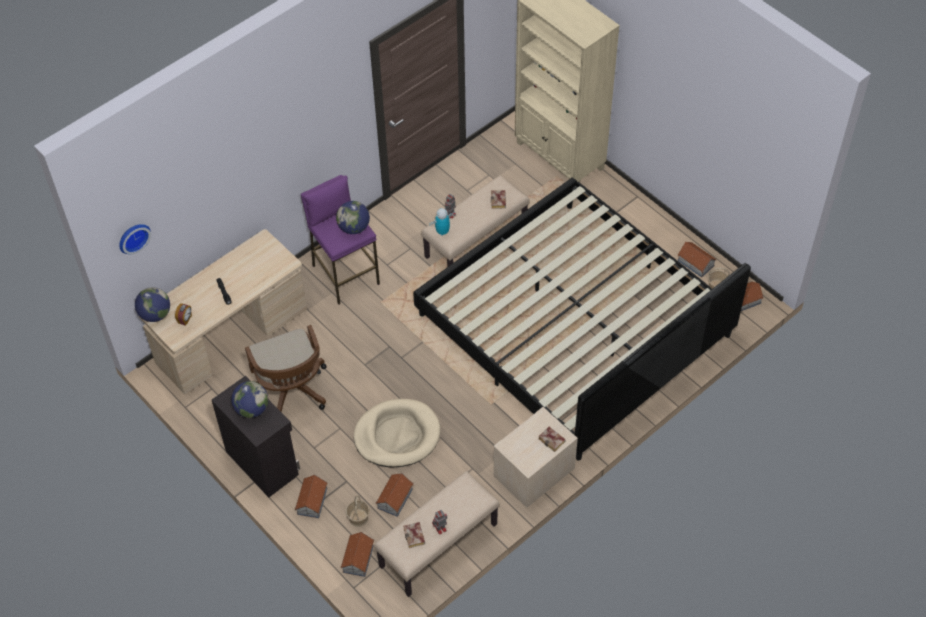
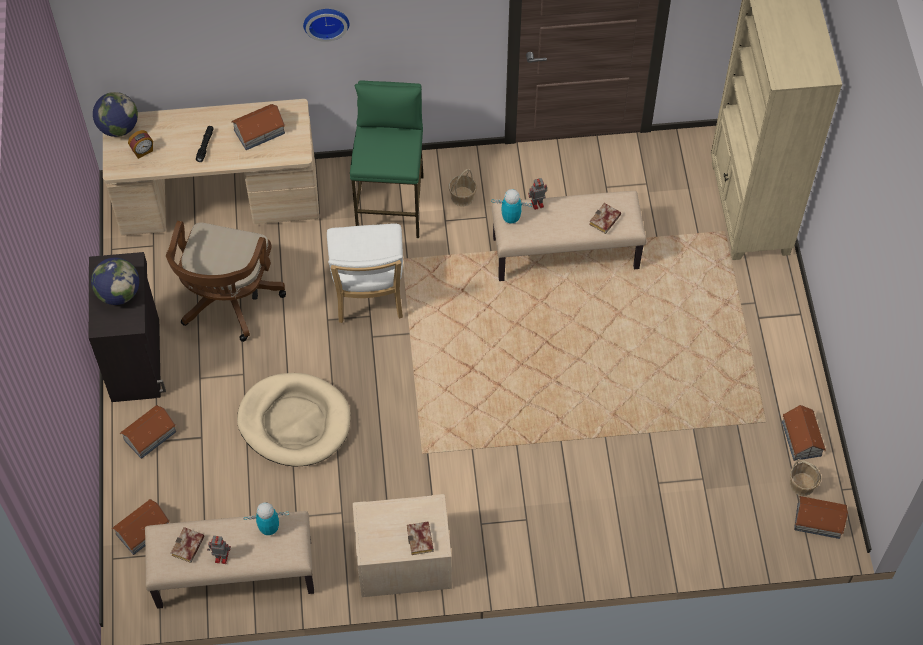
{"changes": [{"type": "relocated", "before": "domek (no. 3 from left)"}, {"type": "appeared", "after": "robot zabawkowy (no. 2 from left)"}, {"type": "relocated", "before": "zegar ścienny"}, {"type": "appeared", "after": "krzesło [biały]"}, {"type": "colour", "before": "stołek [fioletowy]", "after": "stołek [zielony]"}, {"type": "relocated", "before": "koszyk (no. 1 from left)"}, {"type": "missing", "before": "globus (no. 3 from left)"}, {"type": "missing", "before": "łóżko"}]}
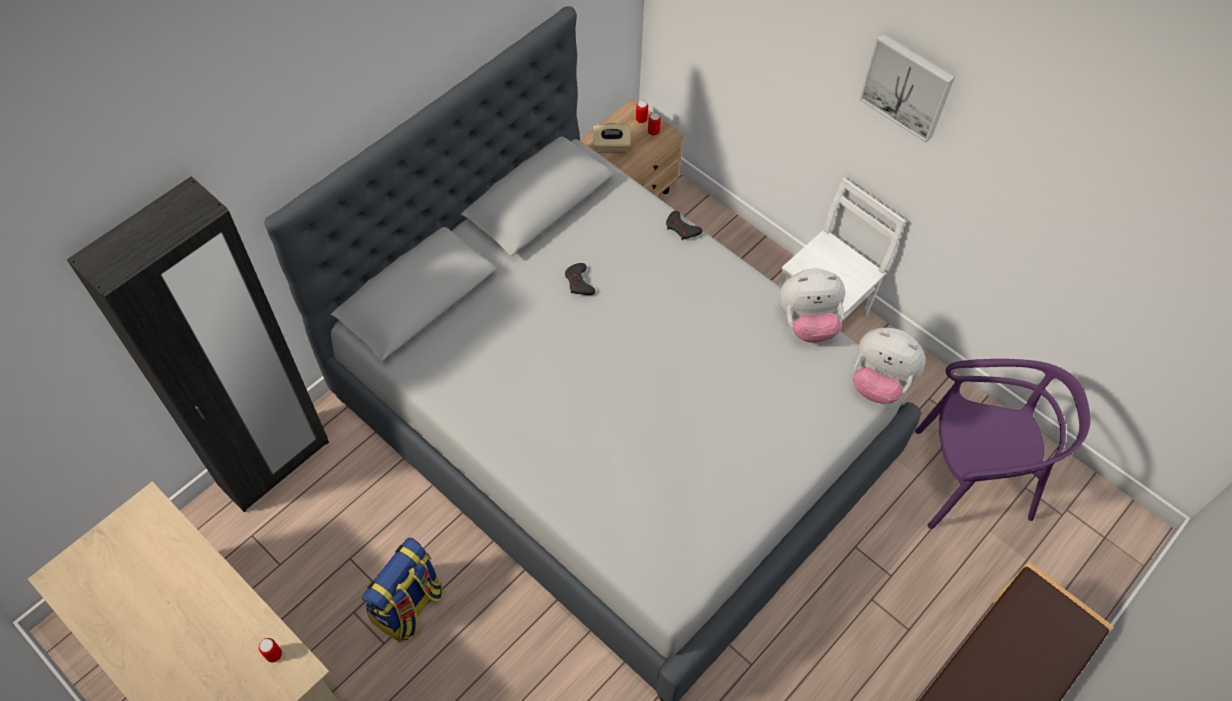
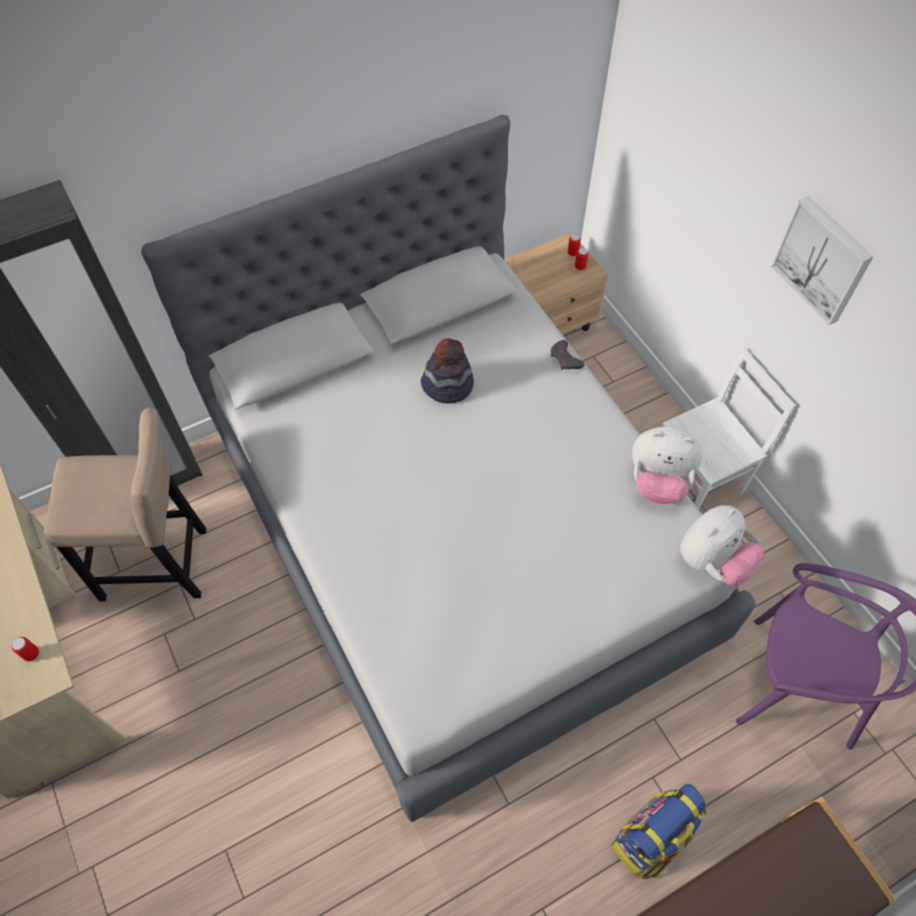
{"changes": [{"type": "appeared", "after": "stołek [beżowy]"}, {"type": "exchanged", "before": "pad do gier [szary] (no. 1 from left)", "after": "kapelusz"}, {"type": "relocated", "before": "plecak"}, {"type": "spun", "before": "pluszak (no. 2 from left)", "turn": -90}, {"type": "missing", "before": "pudełko chusteczek [beżowy]"}]}
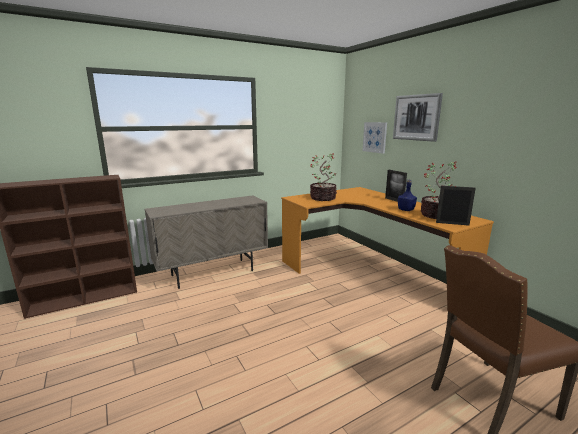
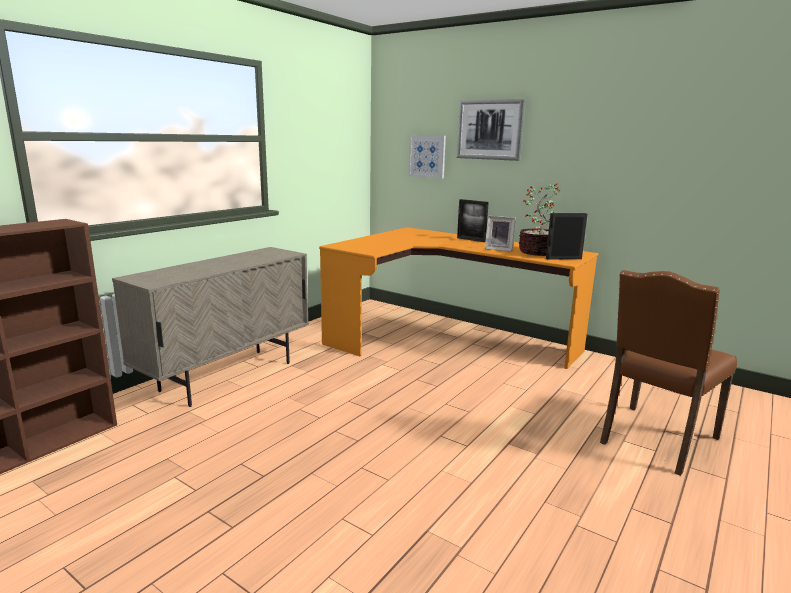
{"changes": [{"type": "exchanged", "before": "butelka [niebieski]", "after": "ramka na zdjęcie (no. 2 from left)"}, {"type": "missing", "before": "roślina doniczkowa (no. 1 from left)"}]}
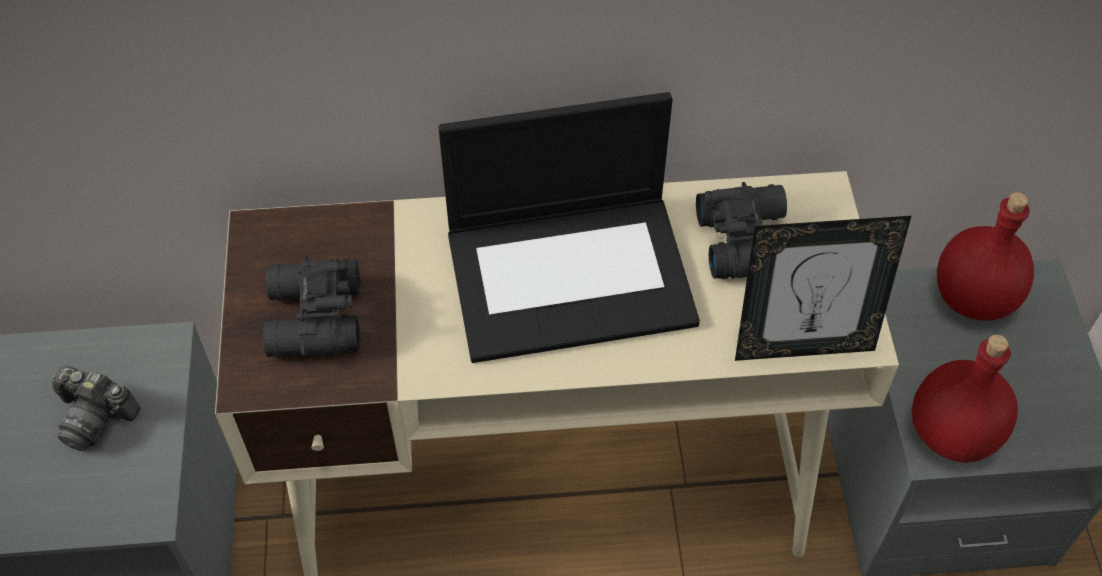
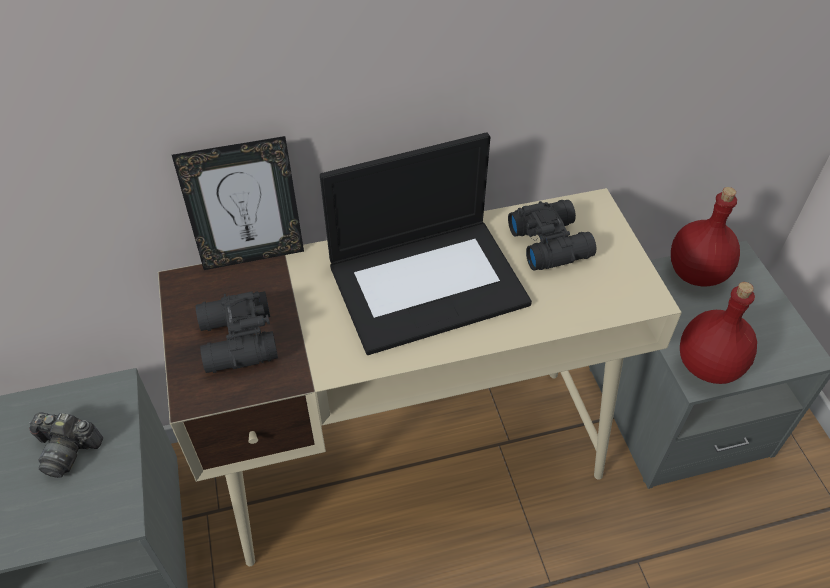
{"changes": [{"type": "relocated", "before": "ramka na zdjęcie"}]}
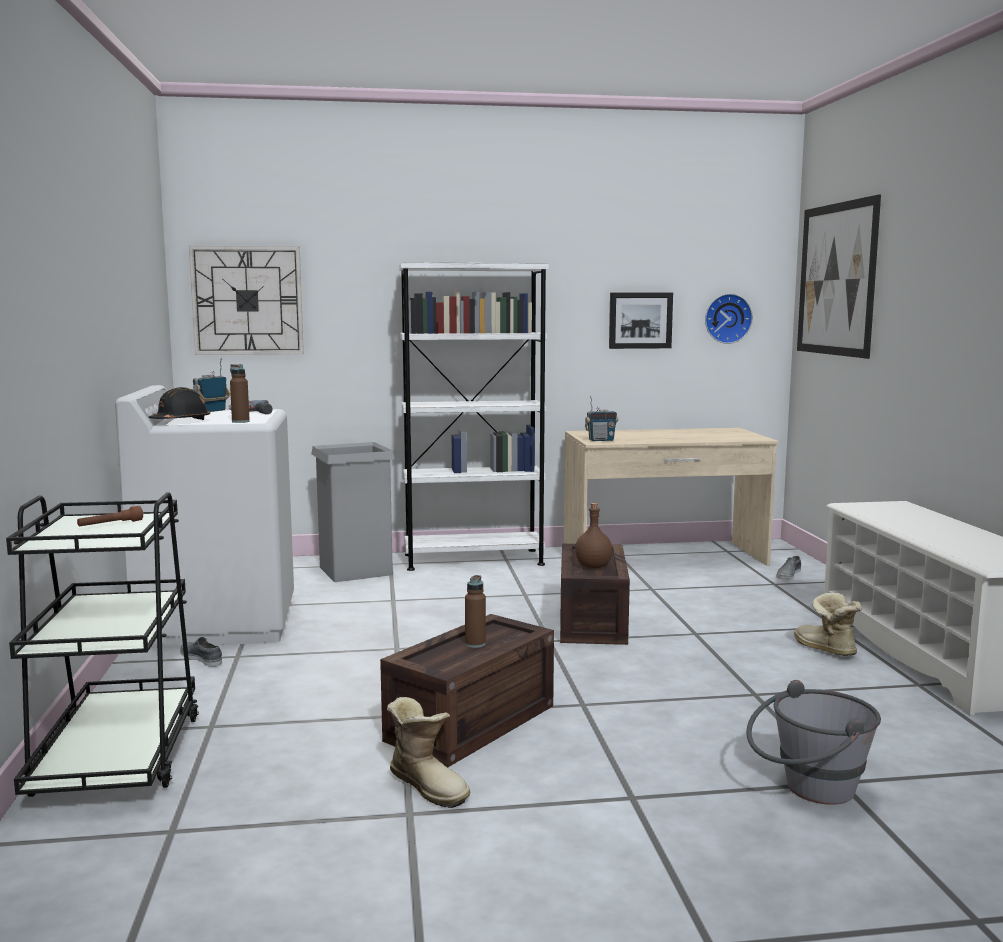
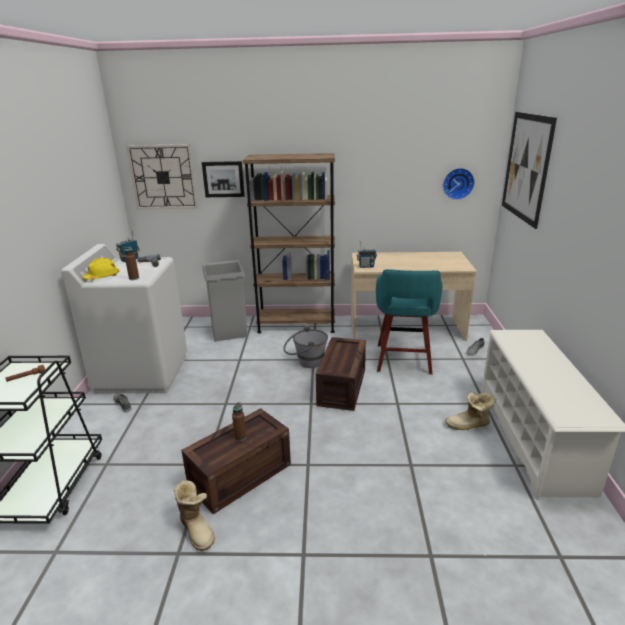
{"changes": [{"type": "colour", "before": "kask [czarny]", "after": "kask [żółty]"}, {"type": "relocated", "before": "obraz (no. 1 from left)"}, {"type": "colour", "before": "regał [biały]", "after": "regał [brązowy]"}, {"type": "relocated", "before": "wiadro [szary]"}, {"type": "appeared", "after": "stołek [turkusowy]"}, {"type": "spun", "before": "but z cholewką (no. 2 from left)", "turn": -75}, {"type": "missing", "before": "butelka [brązowy] (no. 3 from left)"}]}
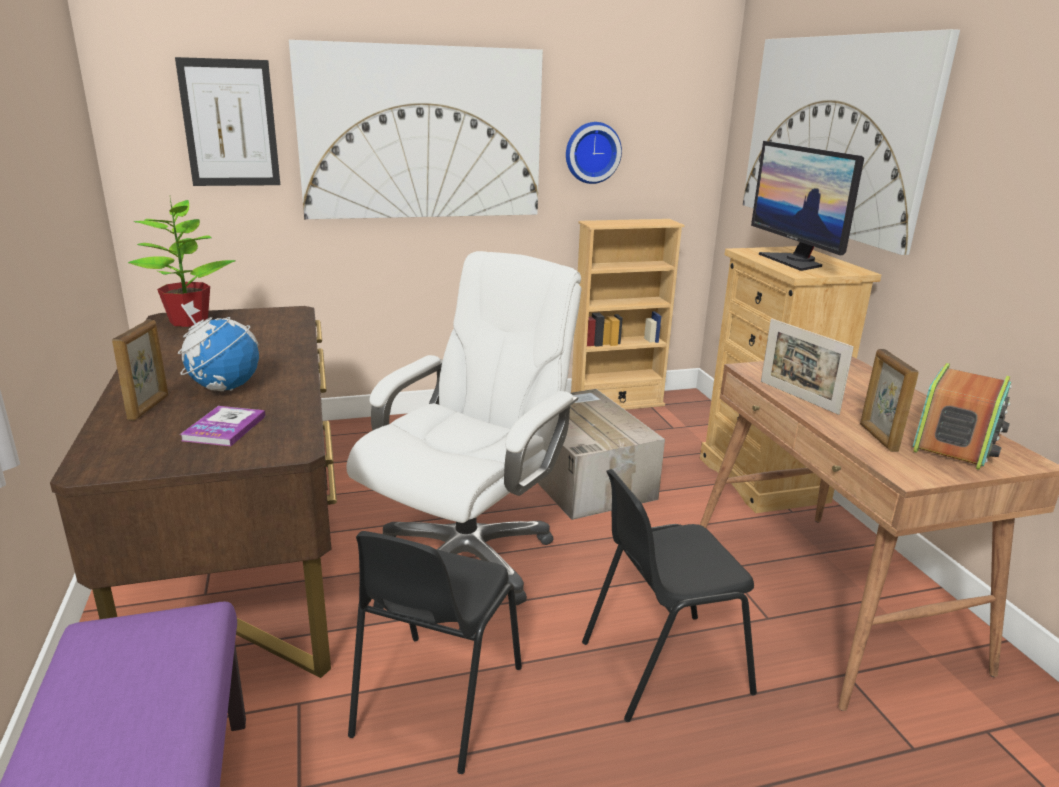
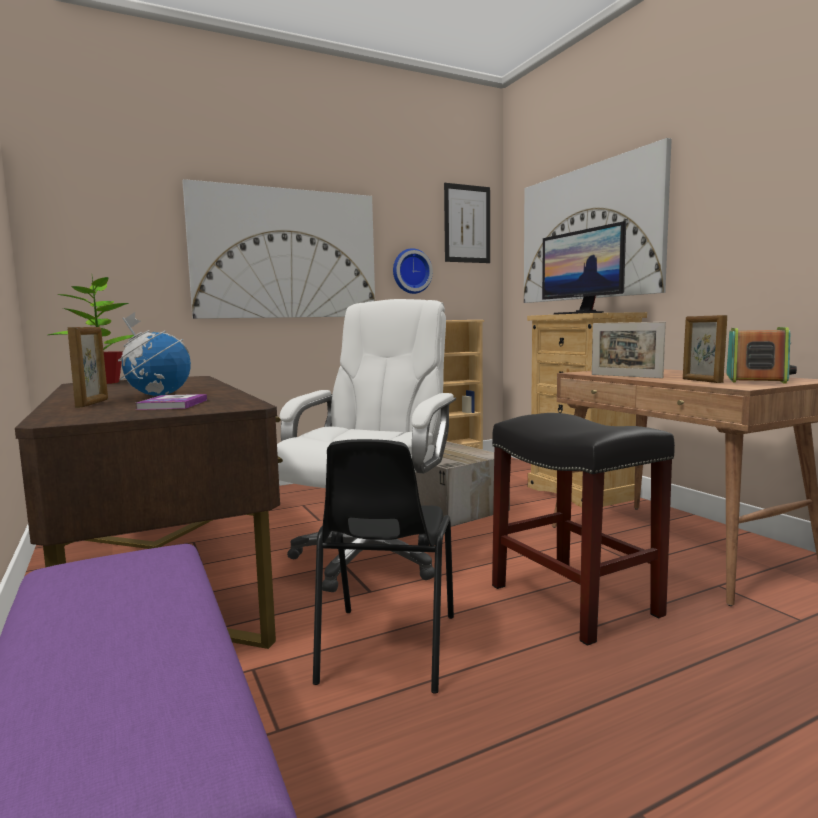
{"changes": [{"type": "relocated", "before": "obraz (no. 1 from left in the first image)", "after": "obraz (no. 2 from left)"}, {"type": "exchanged", "before": "krzesło [czarny] (no. 2 from left)", "after": "stołek [czarny]"}]}
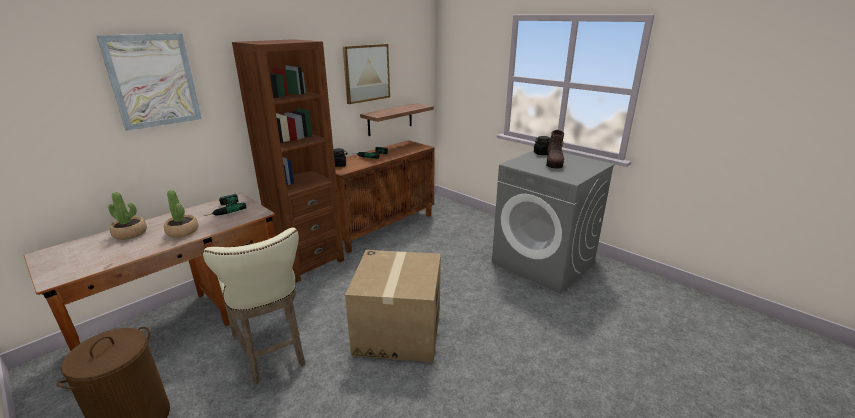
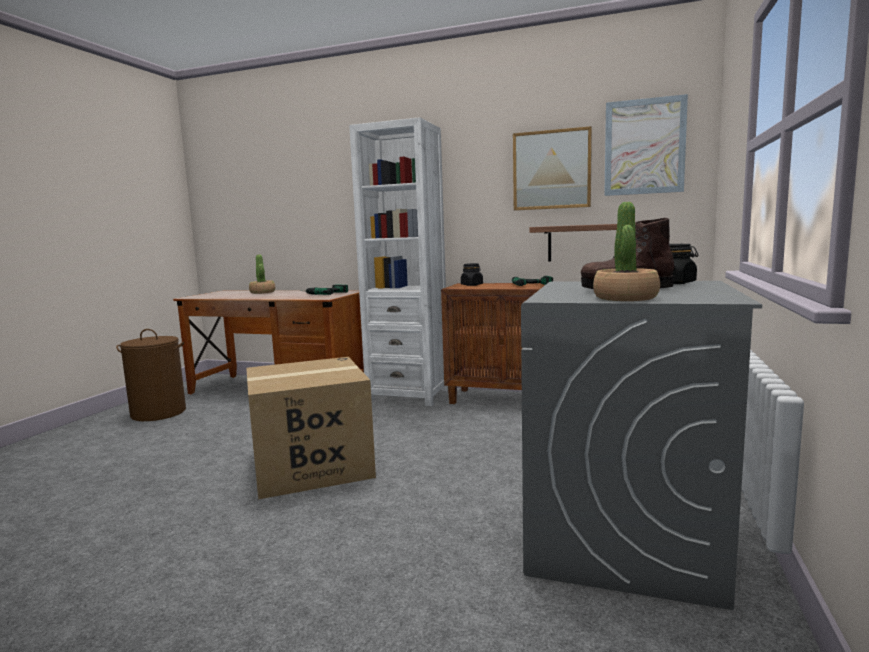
{"changes": [{"type": "colour", "before": "regał [brązowy]", "after": "regał [biały]"}, {"type": "relocated", "before": "roślina doniczkowa (no. 2 from left)"}, {"type": "relocated", "before": "obraz (no. 1 from left in the first image)", "after": "obraz (no. 2 from left)"}, {"type": "missing", "before": "stołek [beżowy]"}]}
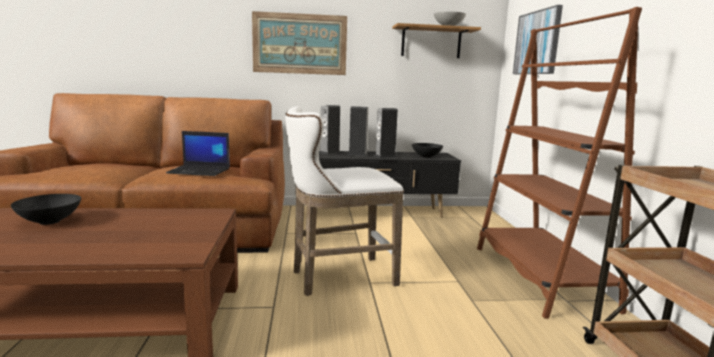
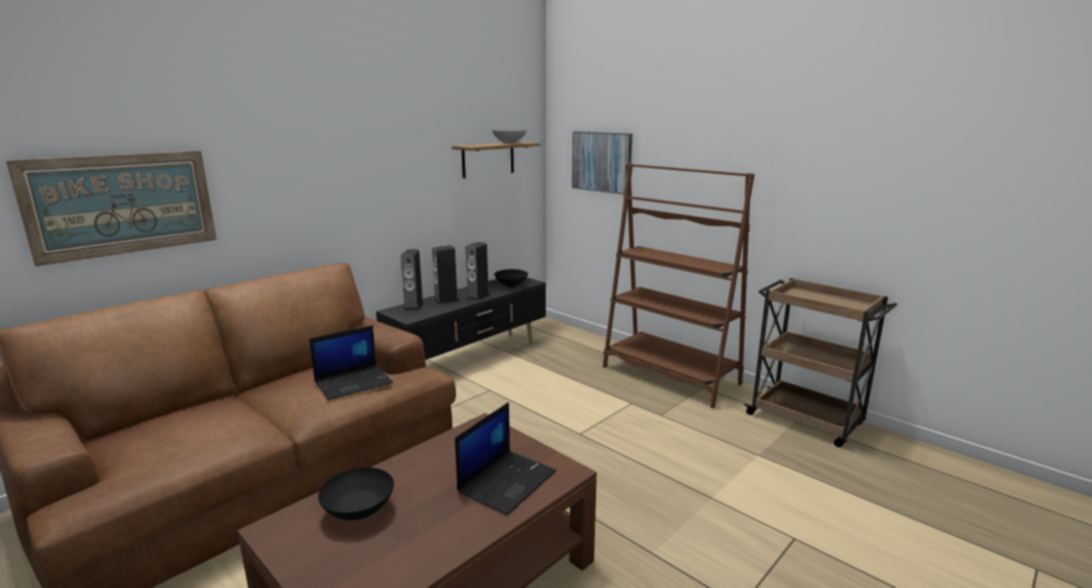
{"changes": [{"type": "relocated", "before": "obraz (no. 1 from left)"}, {"type": "appeared", "after": "laptop (no. 2 from left)"}, {"type": "missing", "before": "stołek [biały]"}]}
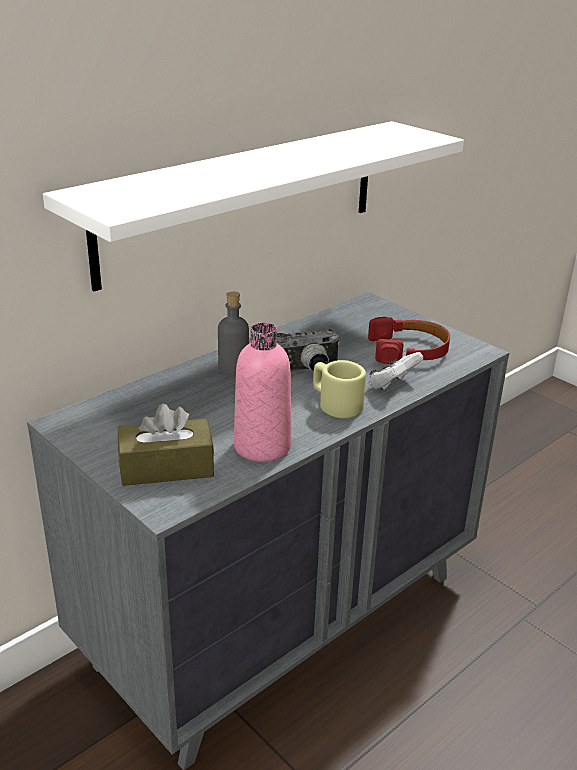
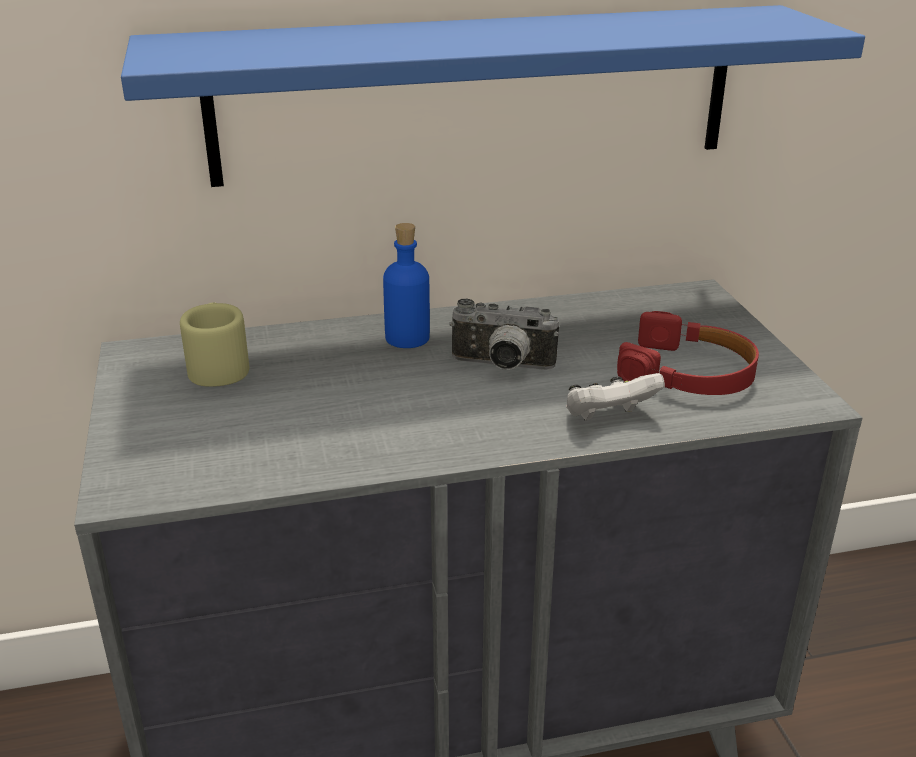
{"changes": [{"type": "colour", "before": "półka [biały]", "after": "półka [niebieski]"}, {"type": "relocated", "before": "kubek [beżowy]"}, {"type": "colour", "before": "butelka [szary]", "after": "butelka [niebieski]"}, {"type": "missing", "before": "pudełko chusteczek [brązowy]"}, {"type": "missing", "before": "butelka [różowy]"}]}
